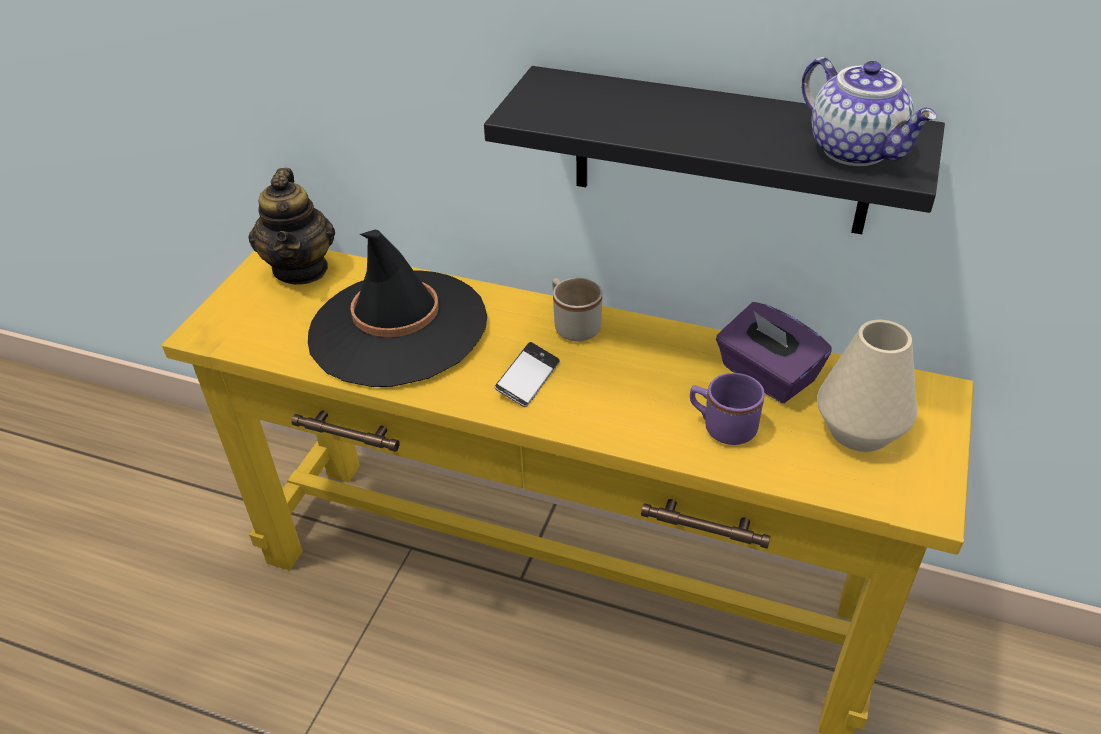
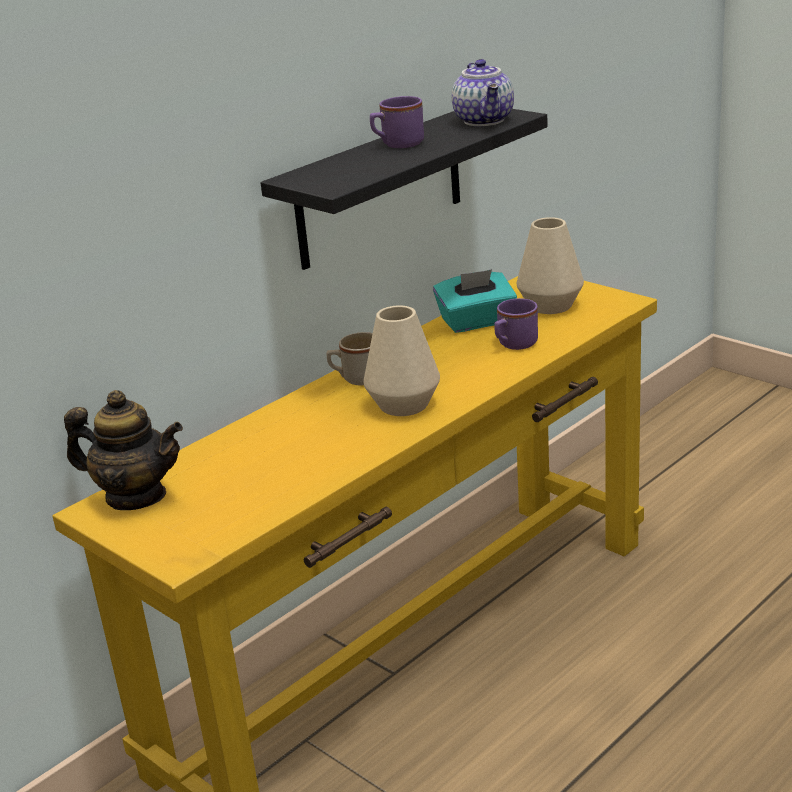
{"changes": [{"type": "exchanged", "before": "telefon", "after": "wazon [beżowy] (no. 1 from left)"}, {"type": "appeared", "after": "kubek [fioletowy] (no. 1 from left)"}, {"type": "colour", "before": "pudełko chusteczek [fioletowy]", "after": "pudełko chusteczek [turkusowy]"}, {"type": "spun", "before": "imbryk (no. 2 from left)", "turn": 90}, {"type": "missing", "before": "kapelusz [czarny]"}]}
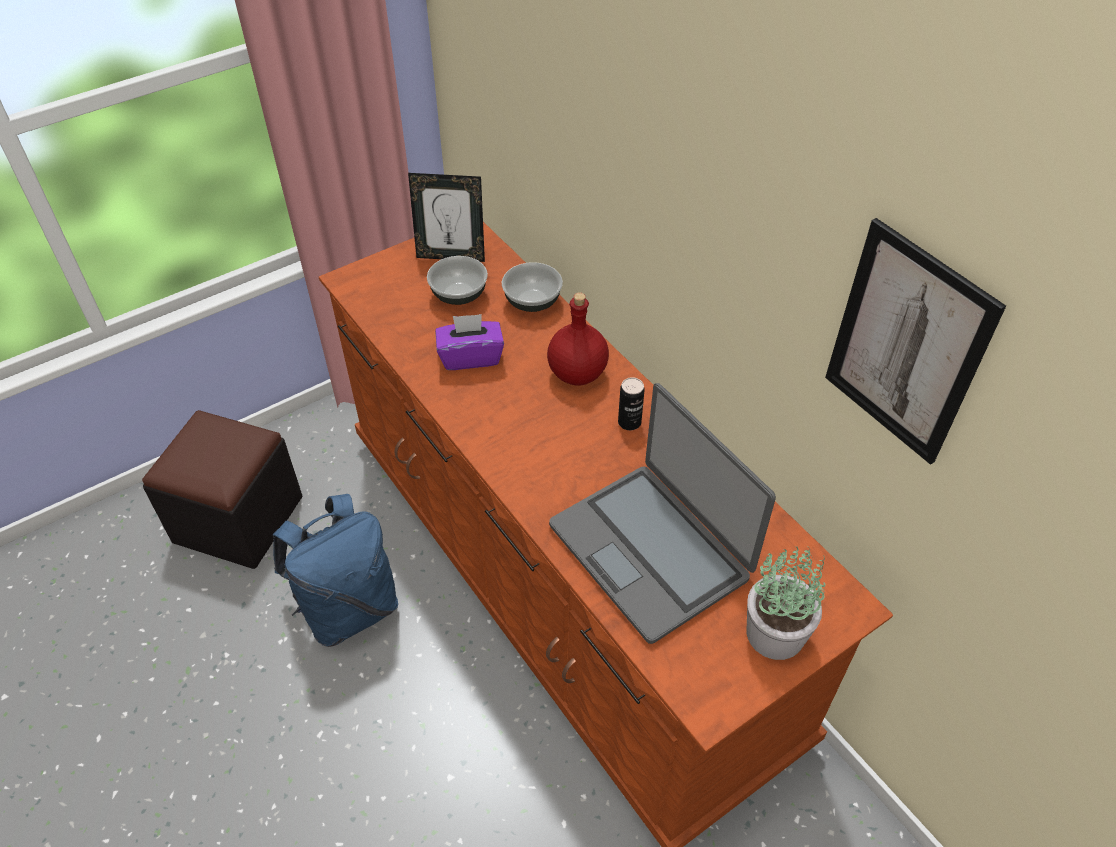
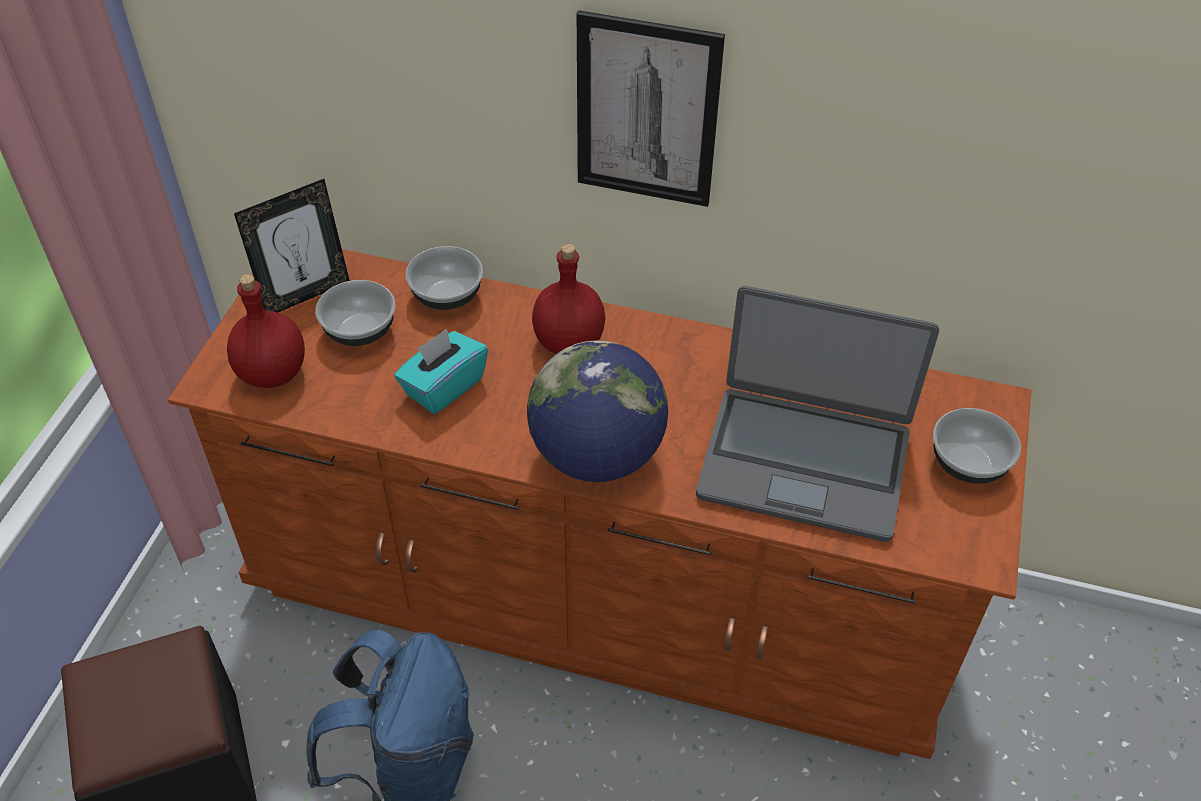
{"changes": [{"type": "appeared", "after": "butelka [czerwony] (no. 1 from left)"}, {"type": "colour", "before": "pudełko chusteczek [fioletowy]", "after": "pudełko chusteczek [turkusowy]"}, {"type": "appeared", "after": "globus"}, {"type": "relocated", "before": "obraz"}, {"type": "exchanged", "before": "roślina doniczkowa", "after": "miska (no. 3 from left)"}, {"type": "missing", "before": "puszka"}]}
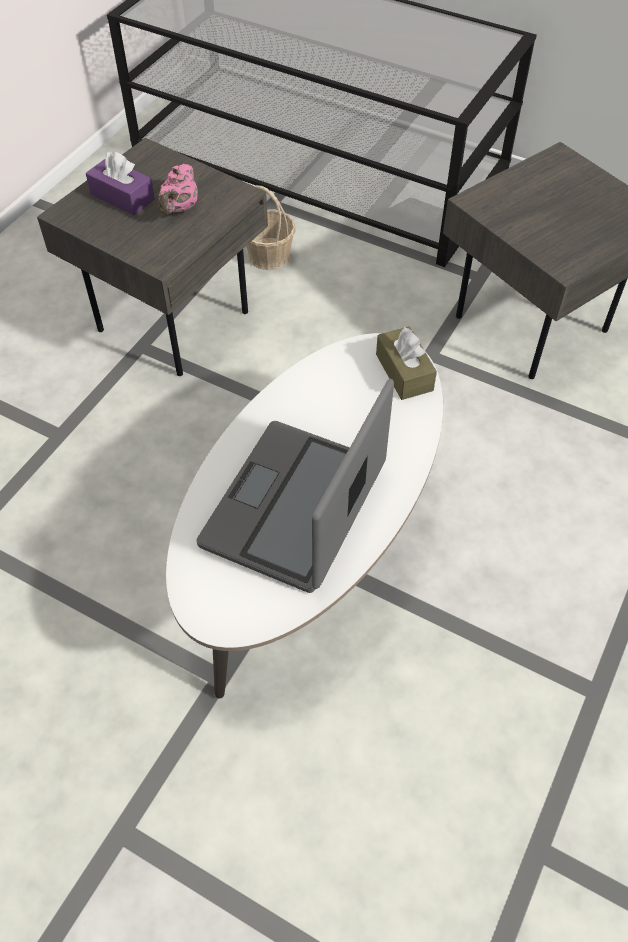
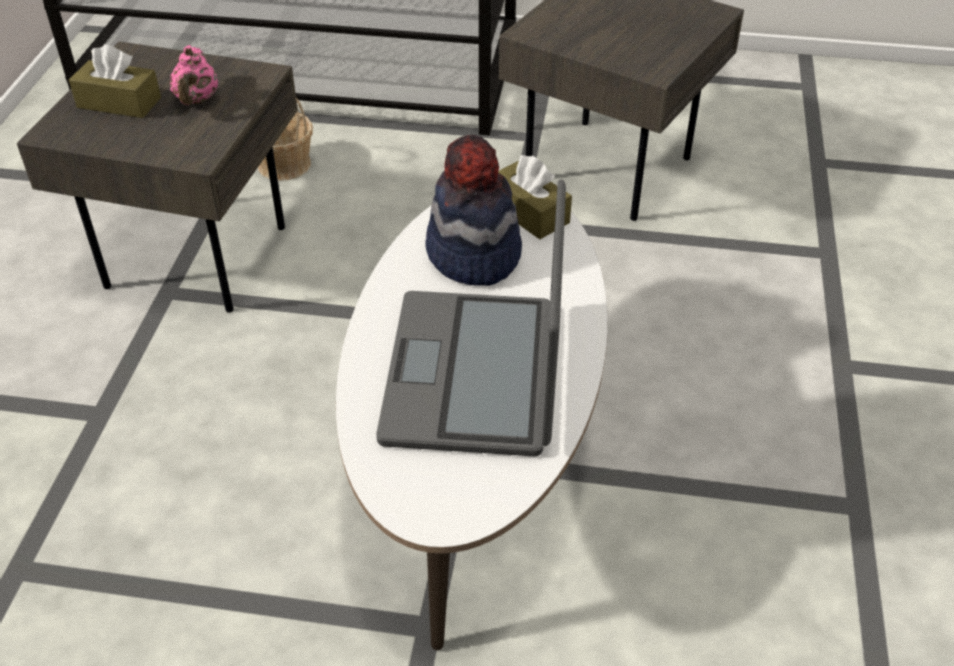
{"changes": [{"type": "colour", "before": "pudełko chusteczek [fioletowy]", "after": "pudełko chusteczek [brązowy] (no. 1 from left)"}, {"type": "appeared", "after": "kapelusz"}]}
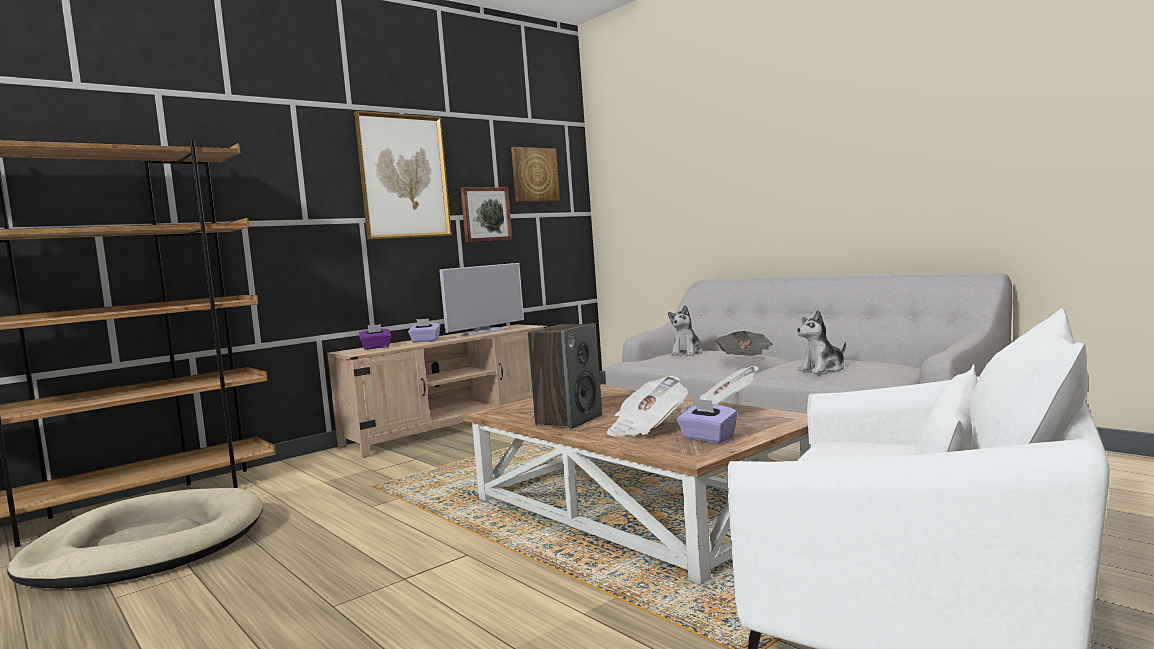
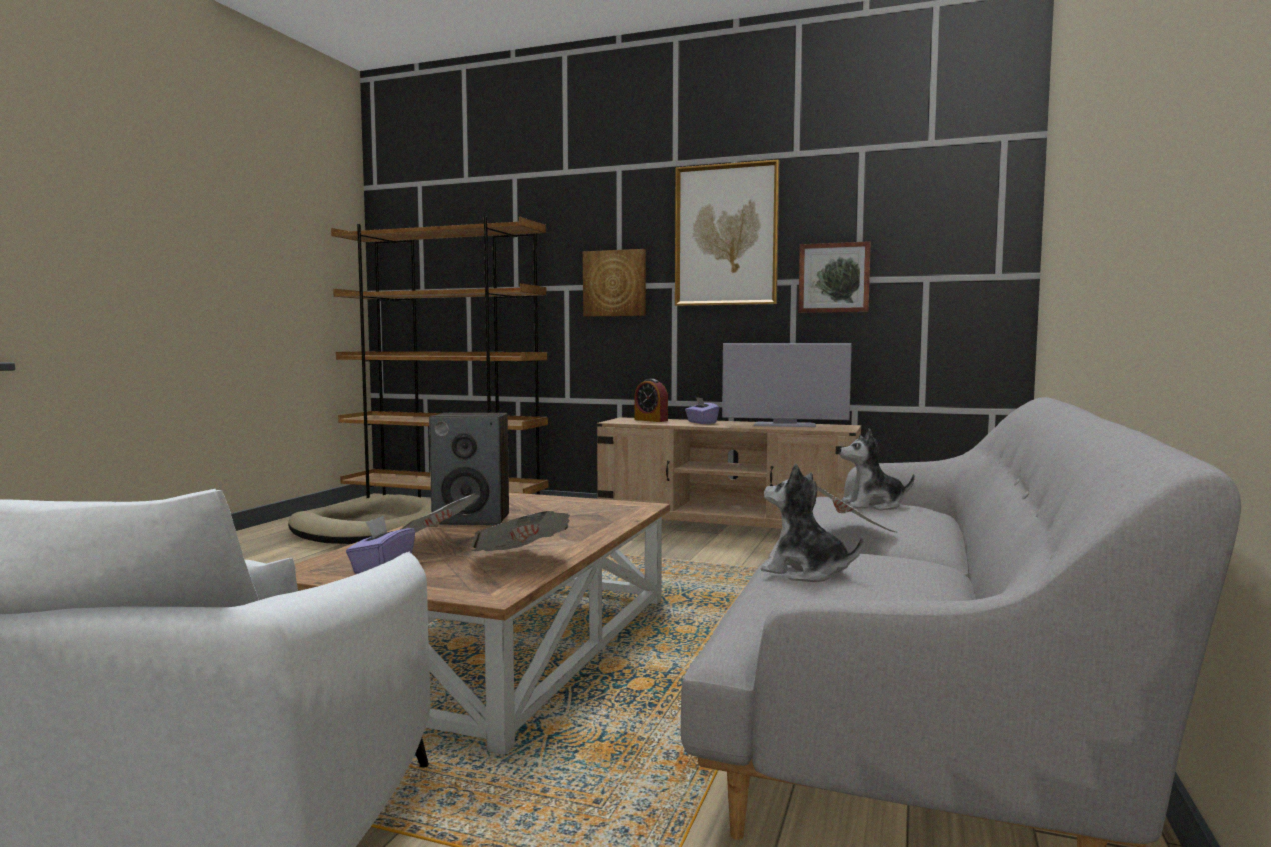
{"changes": [{"type": "relocated", "before": "obraz (no. 3 from left in the first image)", "after": "obraz (no. 1 from left)"}, {"type": "exchanged", "before": "pudełko chusteczek [fioletowy] (no. 1 from left)", "after": "budzik"}]}
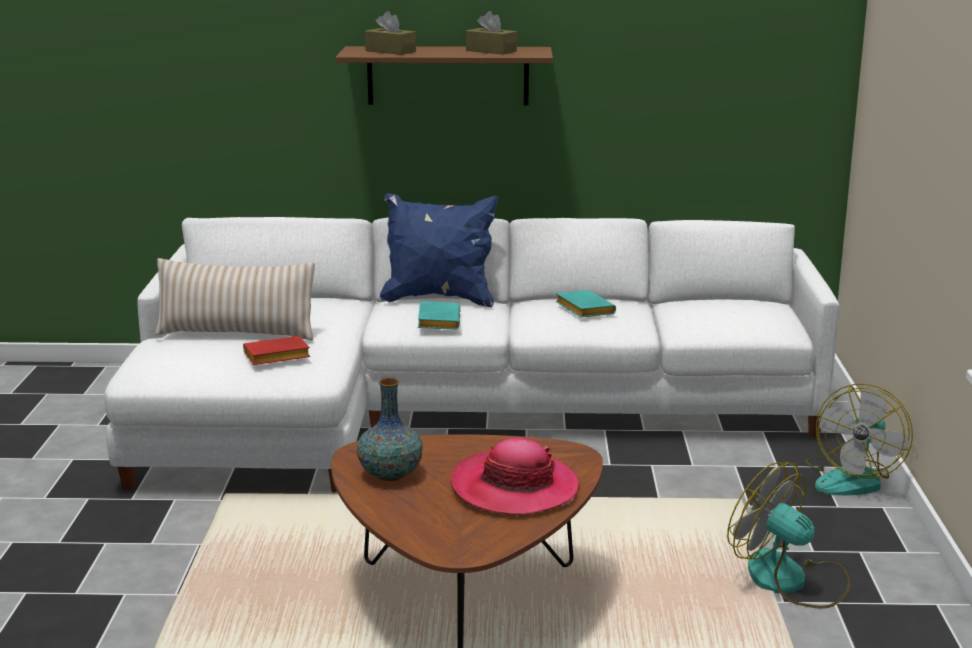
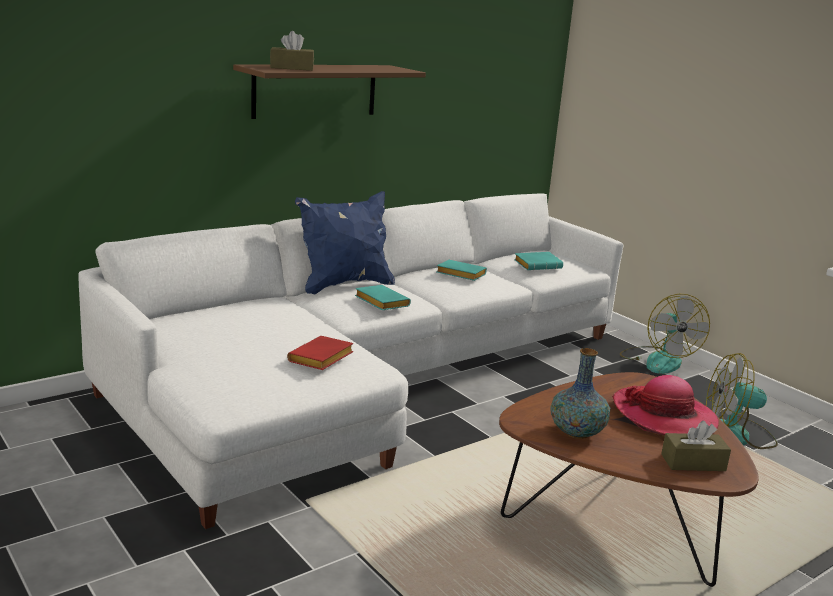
{"changes": [{"type": "appeared", "after": "książka [turkusowy] (no. 3 from left)"}, {"type": "relocated", "before": "pudełko chusteczek [brązowy] (no. 2 from left)"}, {"type": "missing", "before": "poduszka [beżowy]"}]}
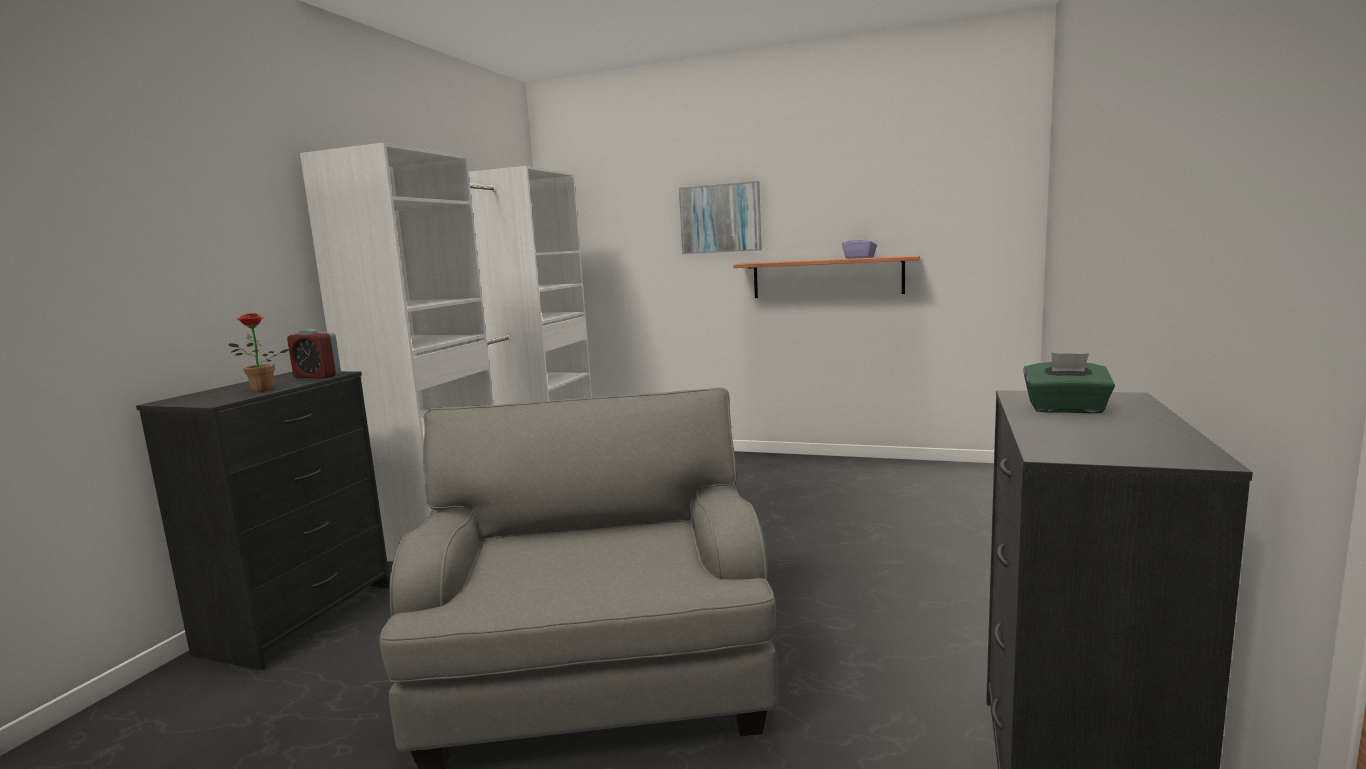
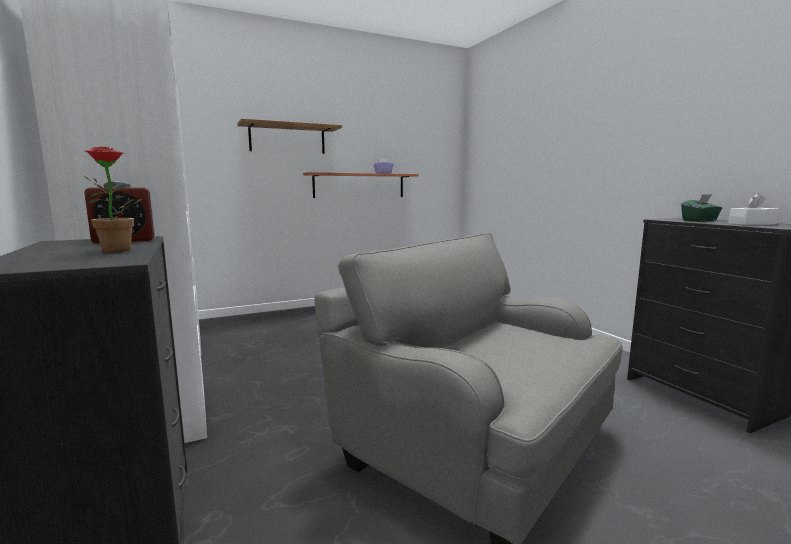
{"changes": [{"type": "exchanged", "before": "obraz", "after": "półka (no. 1 from left)"}, {"type": "appeared", "after": "pudełko chusteczek [biały]"}]}
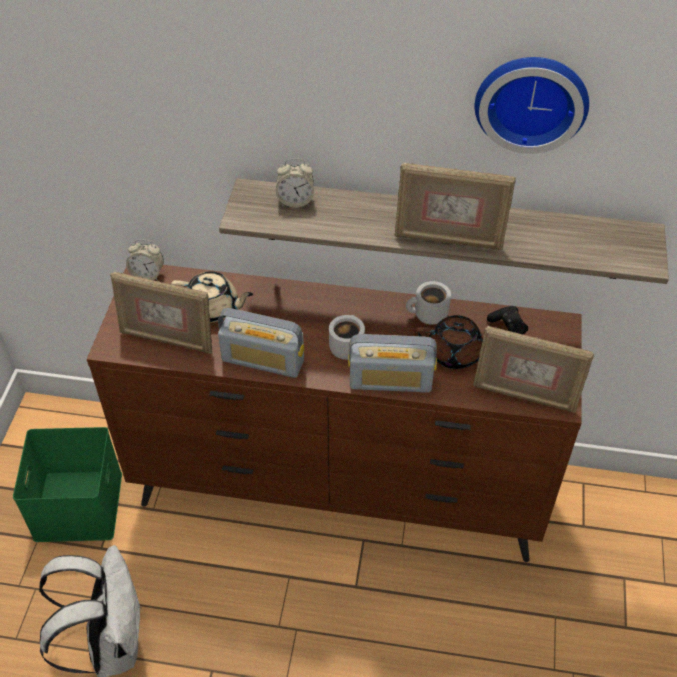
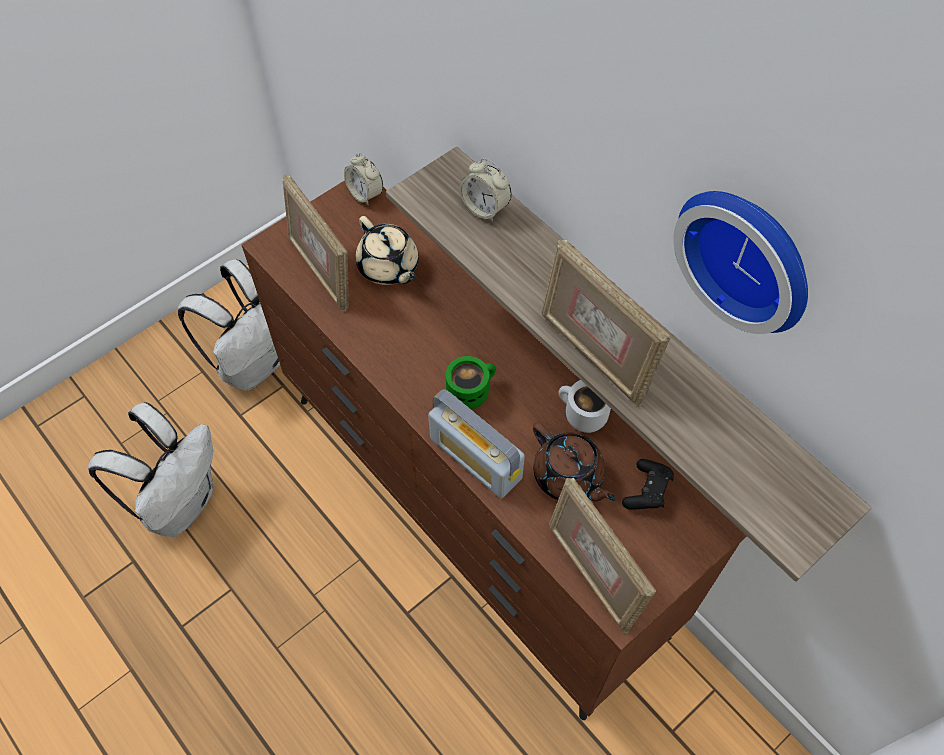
{"changes": [{"type": "exchanged", "before": "pojemnik do przechowywania [zielony]", "after": "plecak [biały] (no. 2 from left)"}, {"type": "colour", "before": "kubek [biały] (no. 1 from left)", "after": "kubek [zielony]"}, {"type": "missing", "before": "radio (no. 1 from left)"}]}
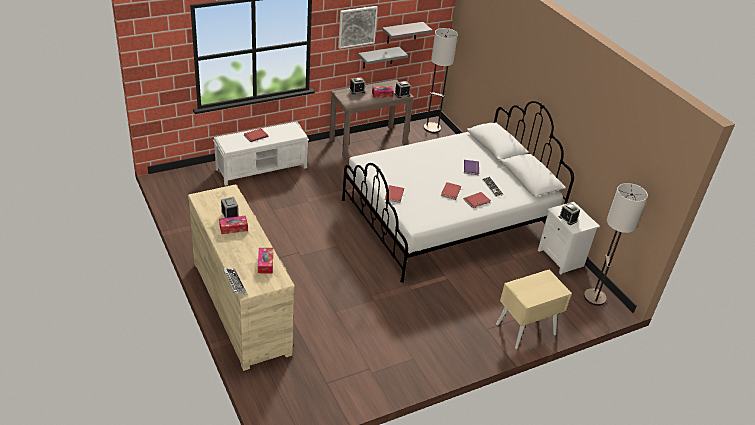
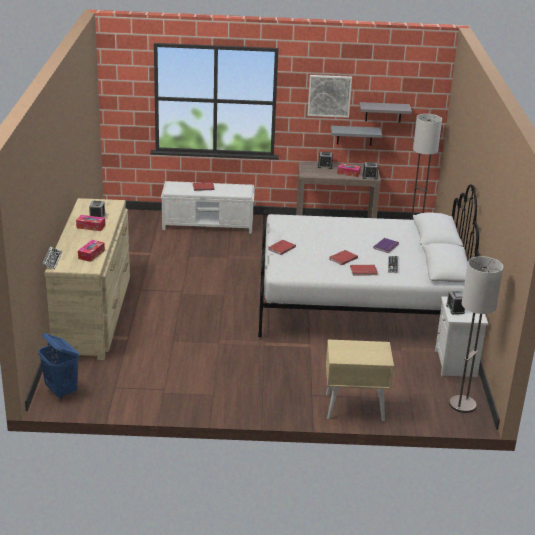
{"changes": [{"type": "appeared", "after": "kosz na pranie [niebieski]"}]}
